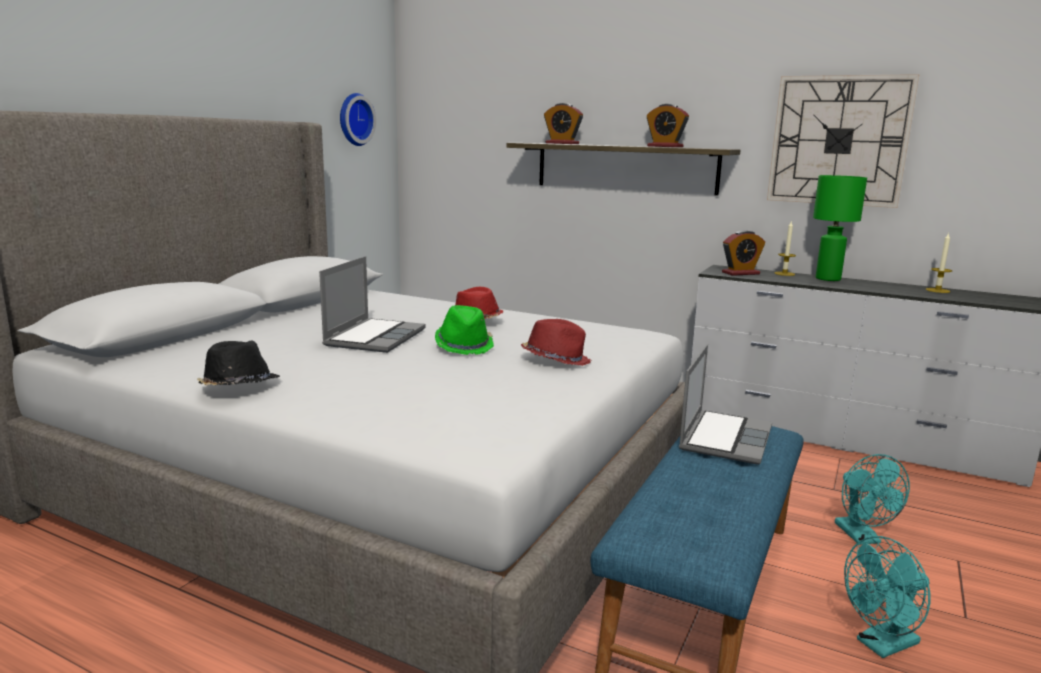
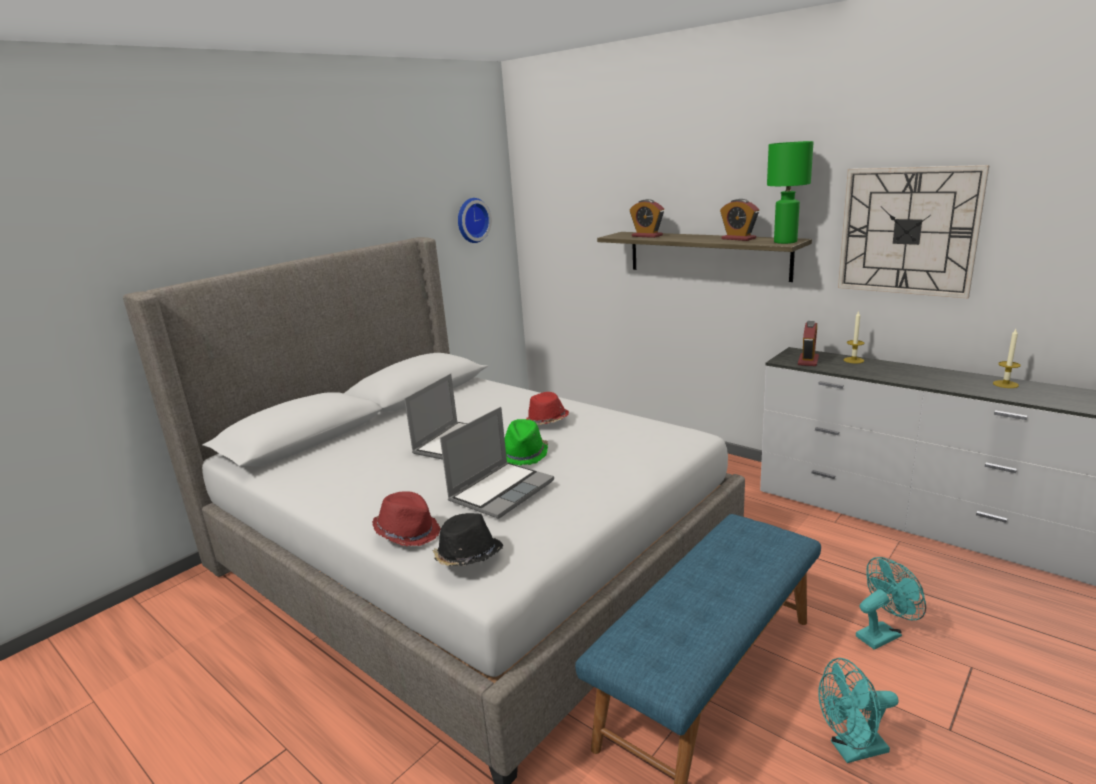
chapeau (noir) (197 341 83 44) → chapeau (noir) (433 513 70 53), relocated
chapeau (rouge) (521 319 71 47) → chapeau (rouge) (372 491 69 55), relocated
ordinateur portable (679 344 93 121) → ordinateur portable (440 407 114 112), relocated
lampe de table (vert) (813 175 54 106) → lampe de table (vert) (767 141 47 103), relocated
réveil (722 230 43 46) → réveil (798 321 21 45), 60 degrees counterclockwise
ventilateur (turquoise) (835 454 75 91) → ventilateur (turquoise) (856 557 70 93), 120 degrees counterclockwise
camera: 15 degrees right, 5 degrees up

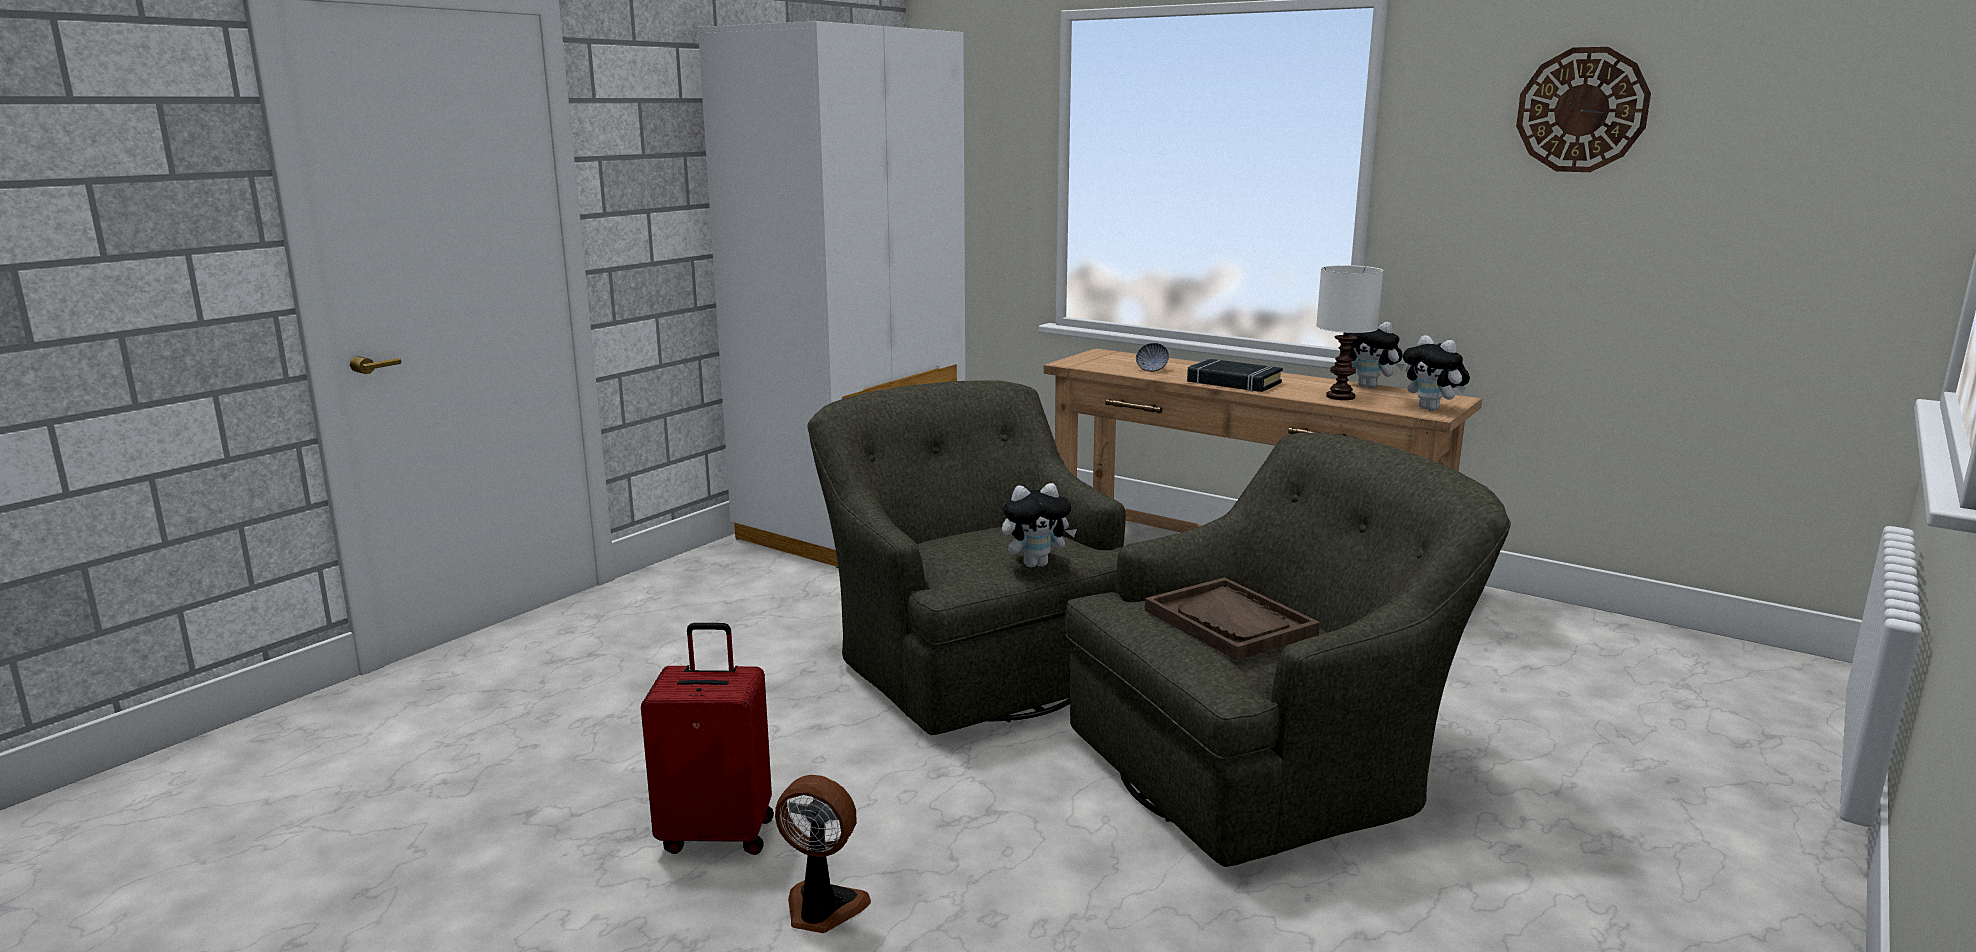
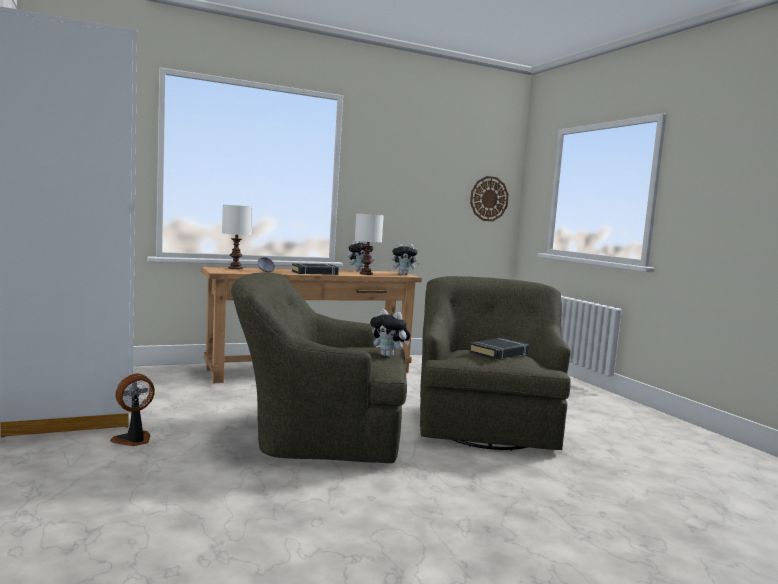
valise (rouge) (641 623 133 232) → -
- → lampe de table (blanc) (222 205 31 64)
ventilateur (775 775 96 158) → ventilateur (110 374 45 72), relocated
horloge murale (1516 47 135 125) → horloge murale (470 176 39 45), relocated
plateau (marron) (1145 577 175 83) → livre (noir) (469 338 60 21)
peluche (1002 483 75 84) → peluche (370 309 40 48), 105 degrees clockwise
camera: 60 degrees left, 10 degrees down

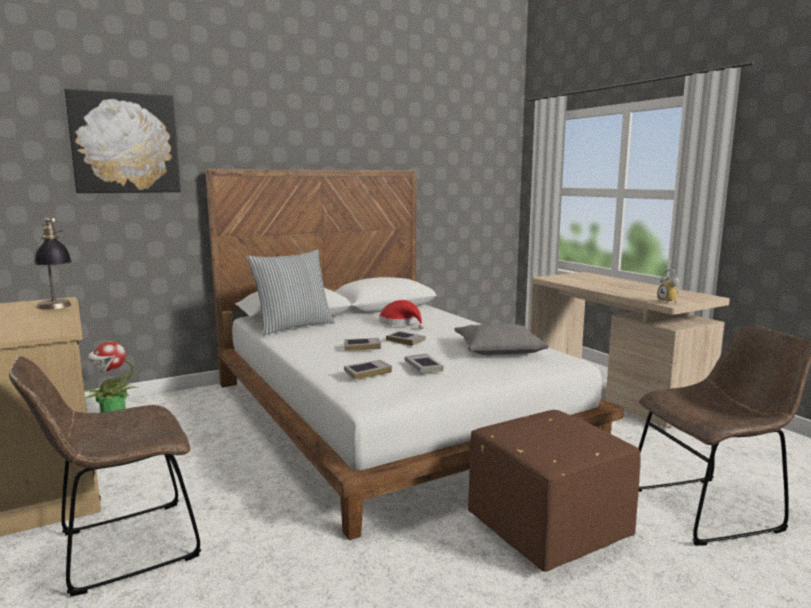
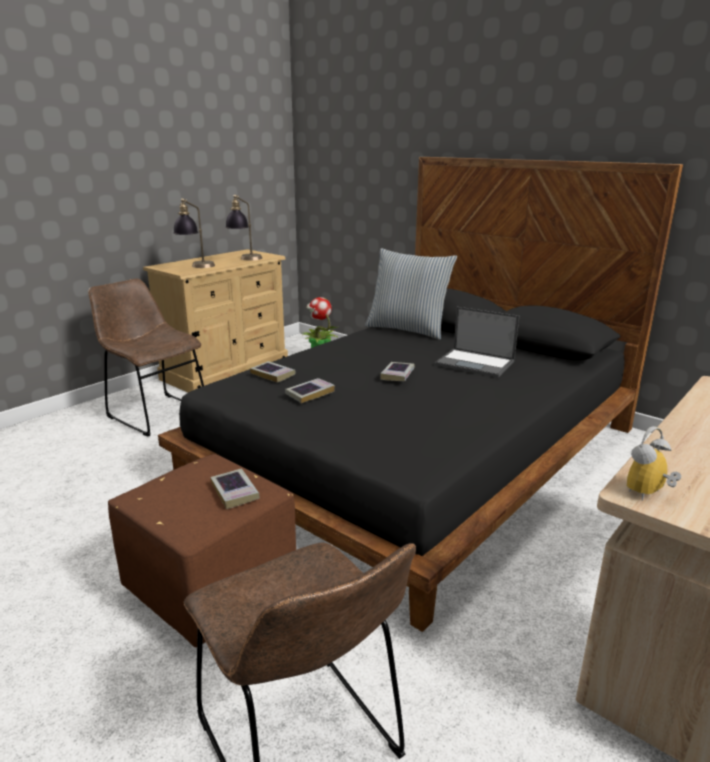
tableau (64 89 117 104) → -
coussin (gris) (455 323 94 32) → -
- → lampe de table (173 198 42 70)
livre (344 338 37 13) → livre (210 469 50 40), relocated
chapeau (rouge) (379 300 45 29) → ordinateur portable (435 307 84 71)
lit (blanc) (205 169 419 371) → lit (noir) (158 157 525 475)
camera: 70 degrees right, 10 degrees up

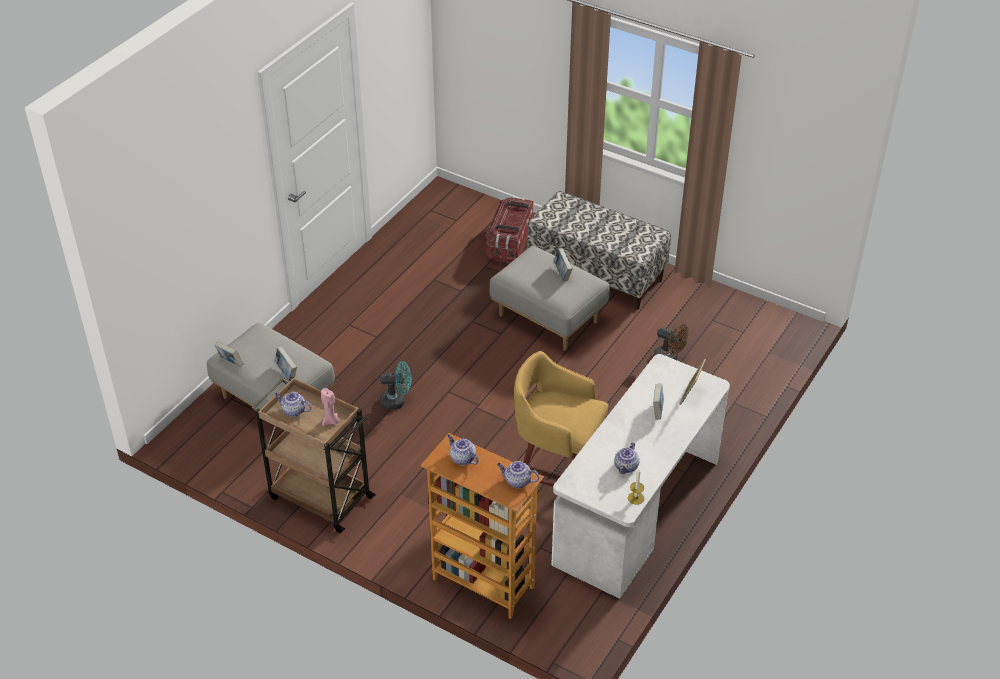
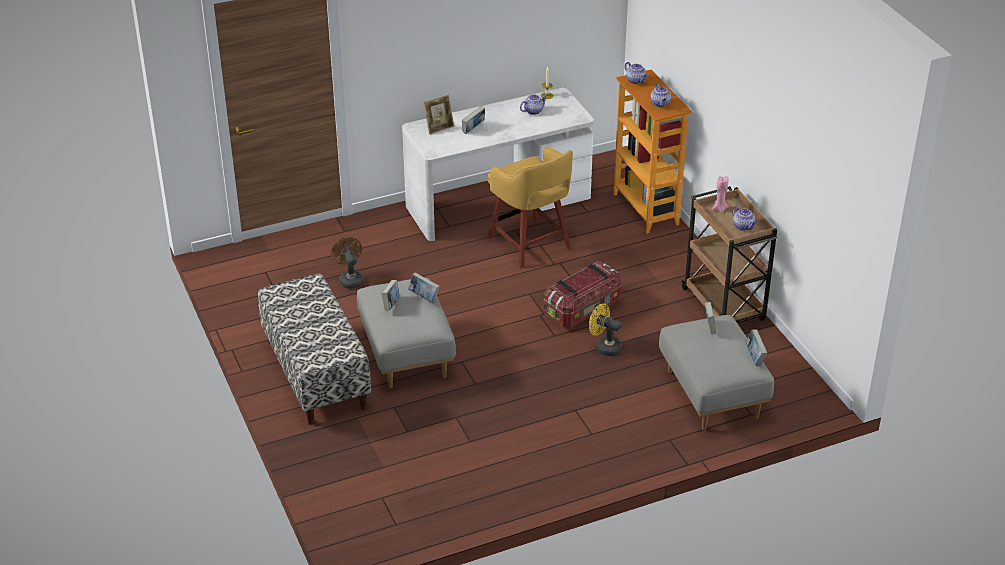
- → livre (408 272 31 31)
boîte de rangement (485 197 48 66) → boîte de rangement (543 260 79 67), relocated
ventilateur (turquoise) (380 361 31 49) → ventilateur (jaune) (589 303 33 53)
camera: 145 degrees left, 5 degrees down

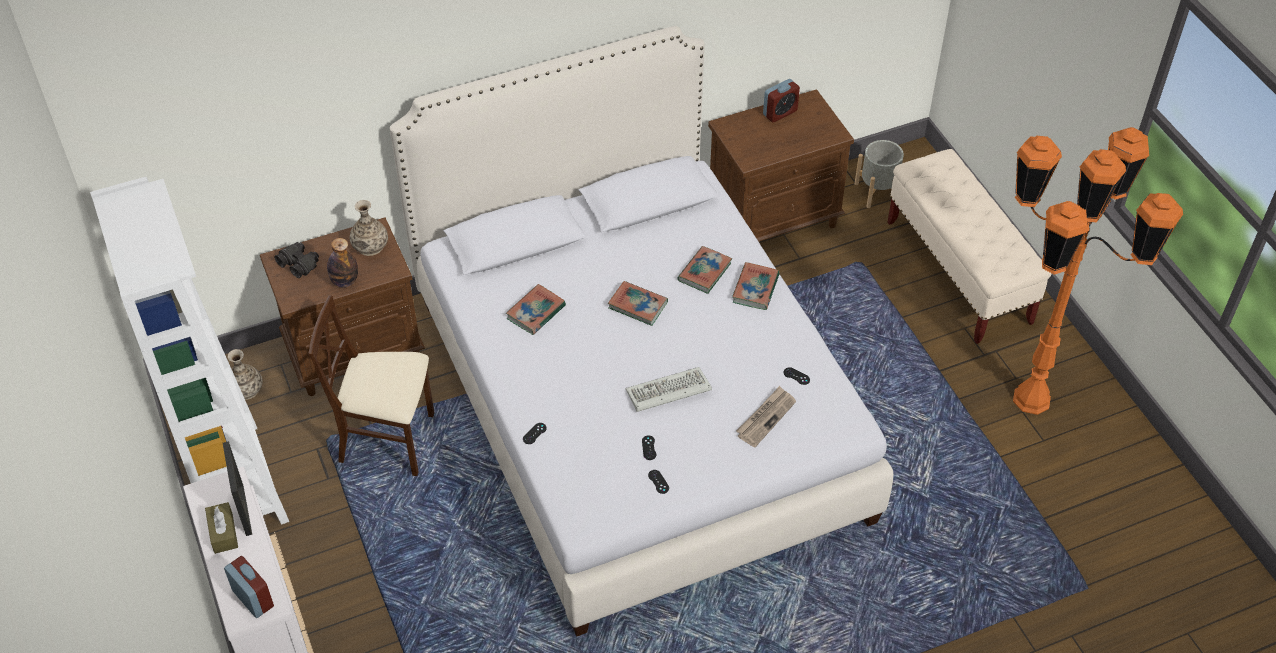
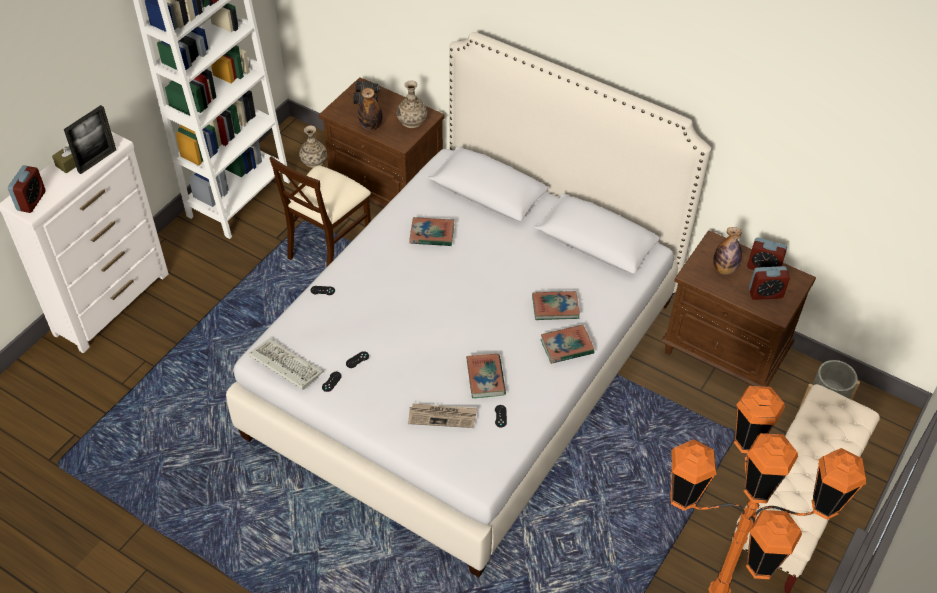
- → bouteille (713 227 29 48)
- → réveil (749 266 41 34)
livre (608 281 60 45) → livre (466 354 40 44), relocated
clavier (626 367 86 45) → clavier (249 338 74 52), relocated
chaise (beige) (309 295 125 181) → chaise (beige) (269 156 102 110), 120 degrees counterclockwise
camera: 55 degrees right, 0 degrees up

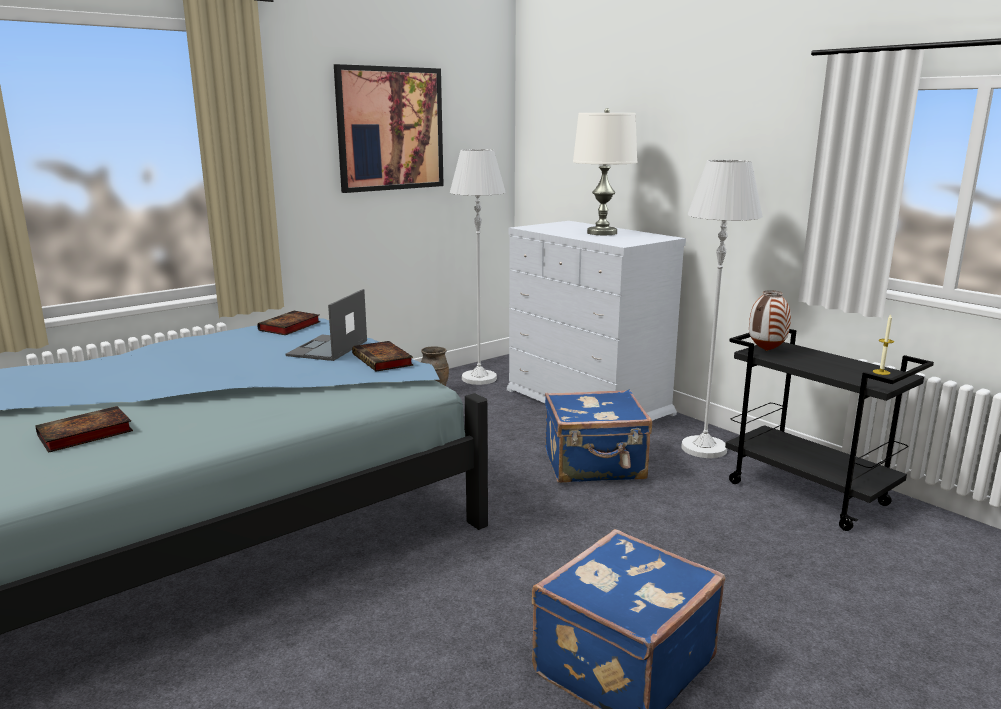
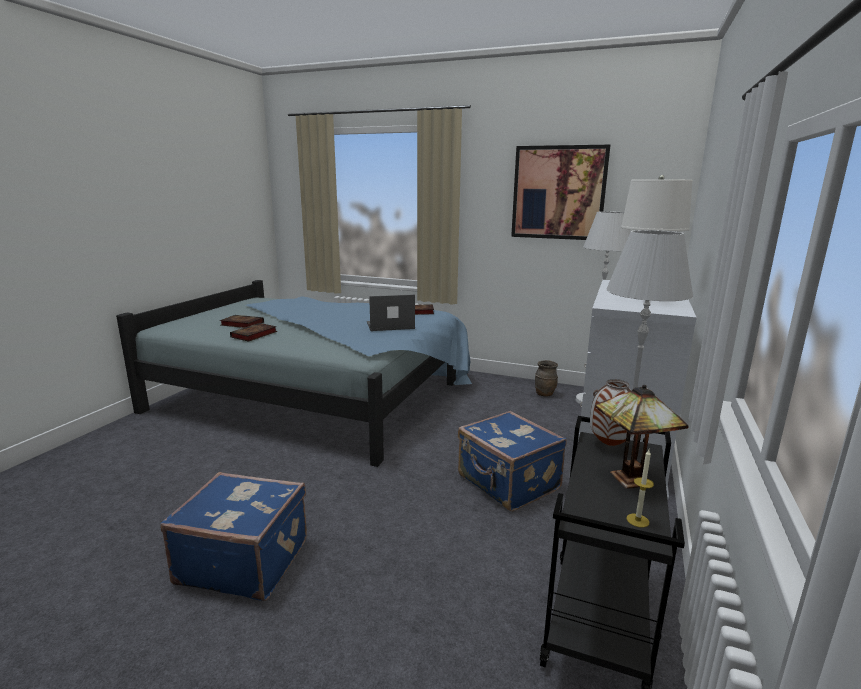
- → lampe de table (595 385 94 104)
livre (352 341 61 31) → livre (230 323 47 19), relocated
camera: 60 degrees right, 0 degrees up

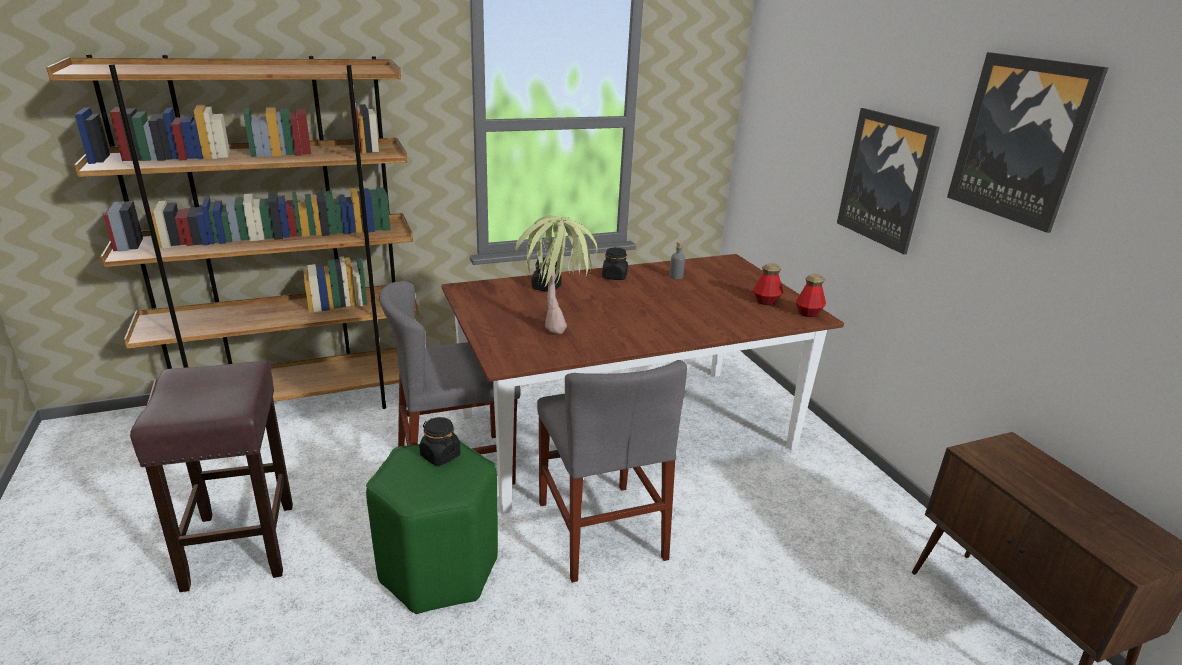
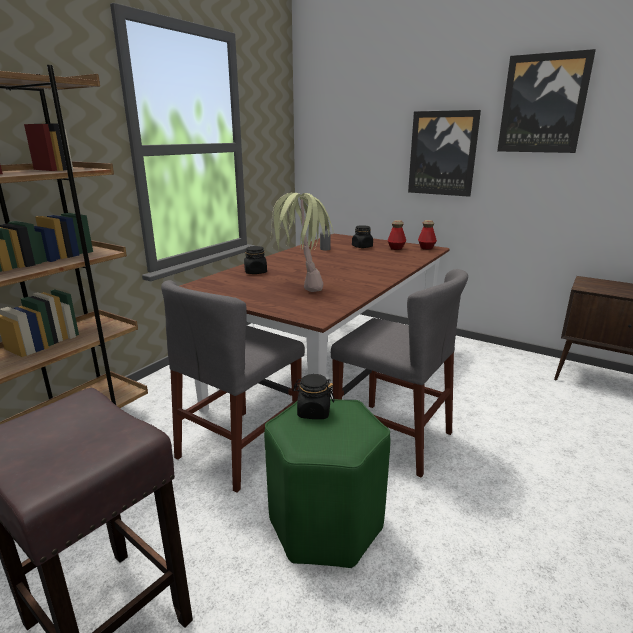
bocal (noir) (602 247 26 33) → bocal (noir) (352 225 21 23), relocated
camera: 35 degrees left, 5 degrees down

